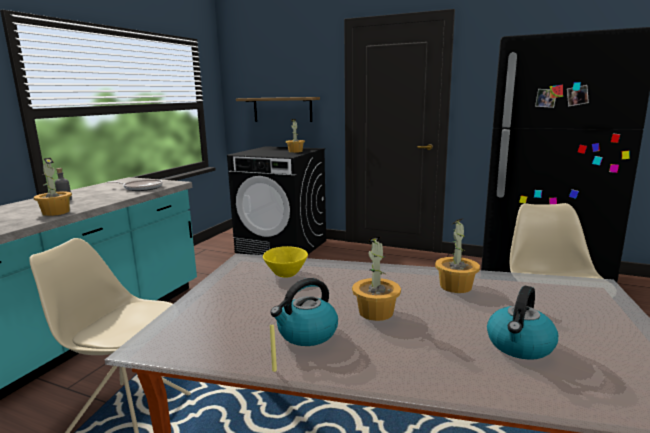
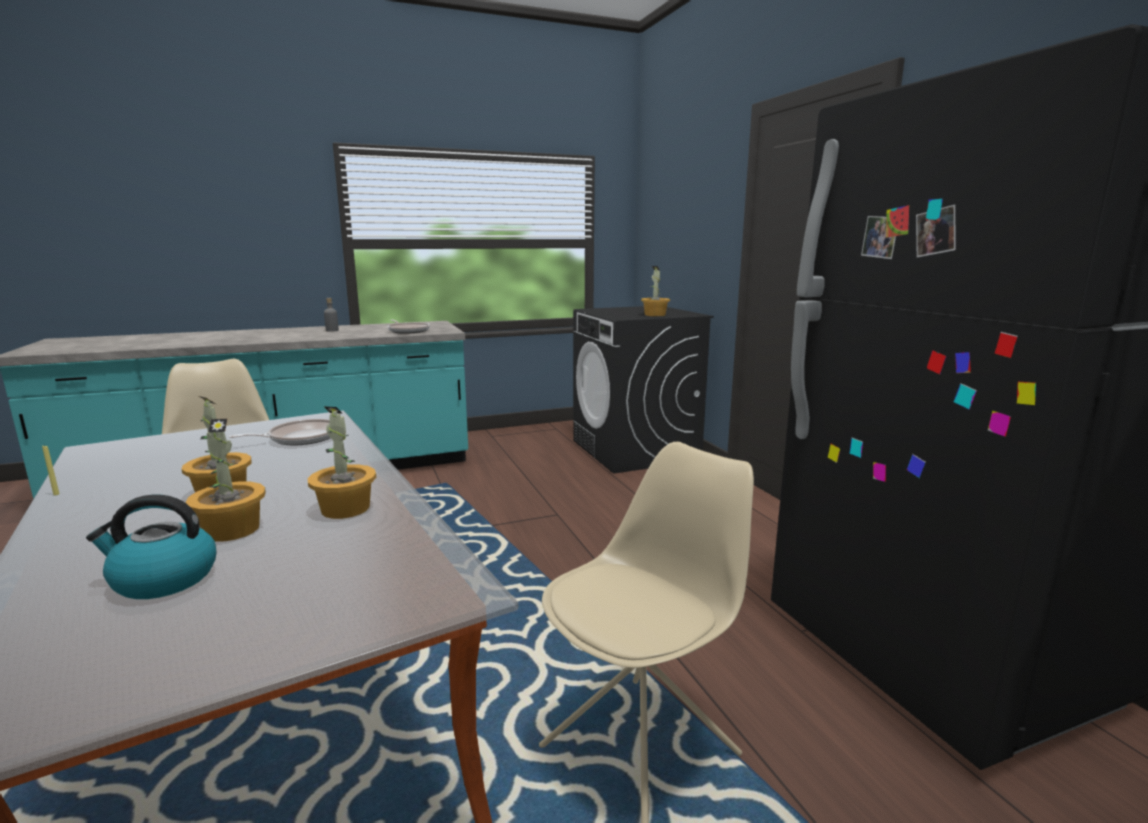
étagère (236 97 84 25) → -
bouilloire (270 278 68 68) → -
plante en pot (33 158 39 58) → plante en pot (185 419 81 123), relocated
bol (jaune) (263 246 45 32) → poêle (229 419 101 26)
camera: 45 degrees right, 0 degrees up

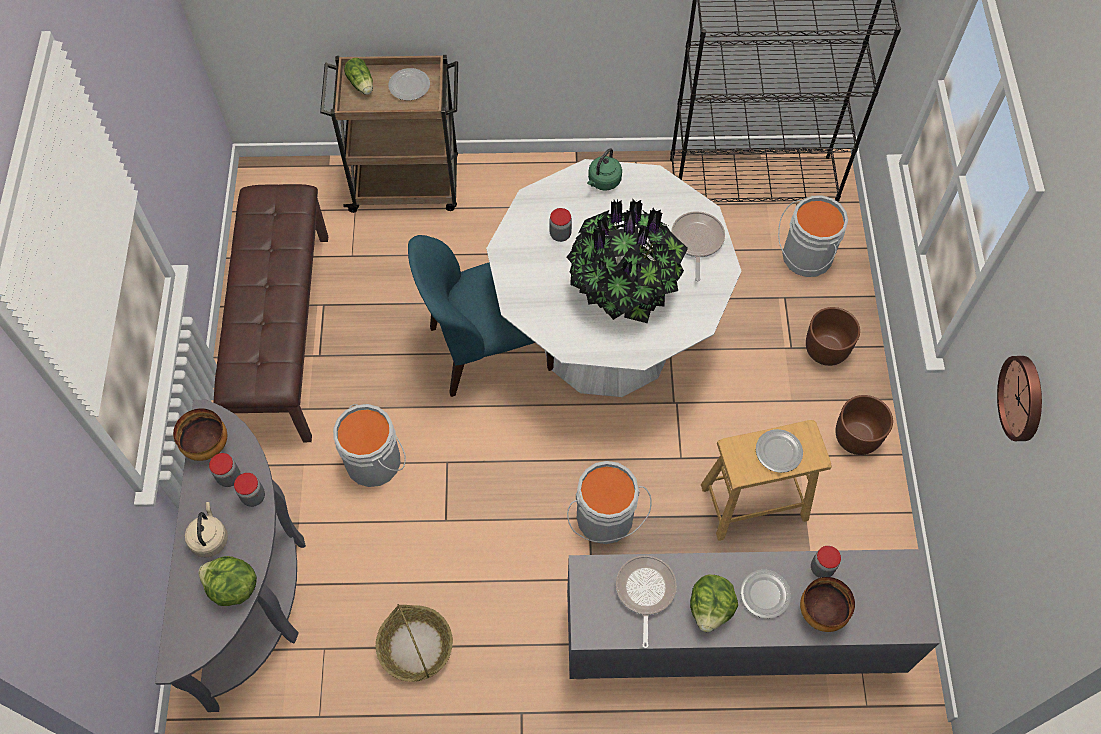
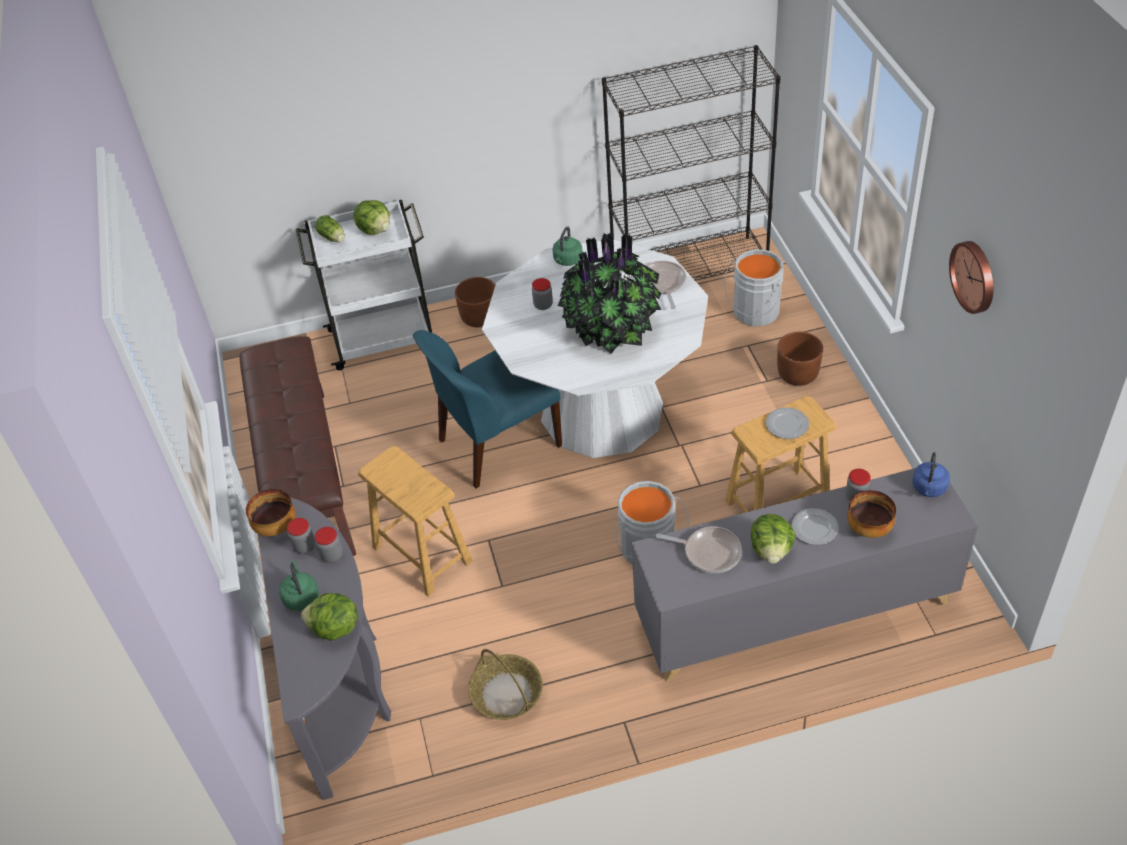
- → bouilloire (bleu) (912 452 38 45)
cache-pot (marron) (835 395 58 60) → cache-pot (marron) (455 277 40 50), relocated
seau (gris) (333 404 73 83) → tabouret (marron) (358 446 115 150)
assiette (388 68 42 33) → laitue (353 200 37 35)
bouilloire (beige) (185 502 43 56) → bouilloire (vert) (279 560 40 51)
chariot (marron) (320 55 138 158) → chariot (blanc) (296 200 136 170)
poêle (616 555 61 93) → poêle (656 526 86 47), 120 degrees clockwise
camera: 10 degrees left, 15 degrees down

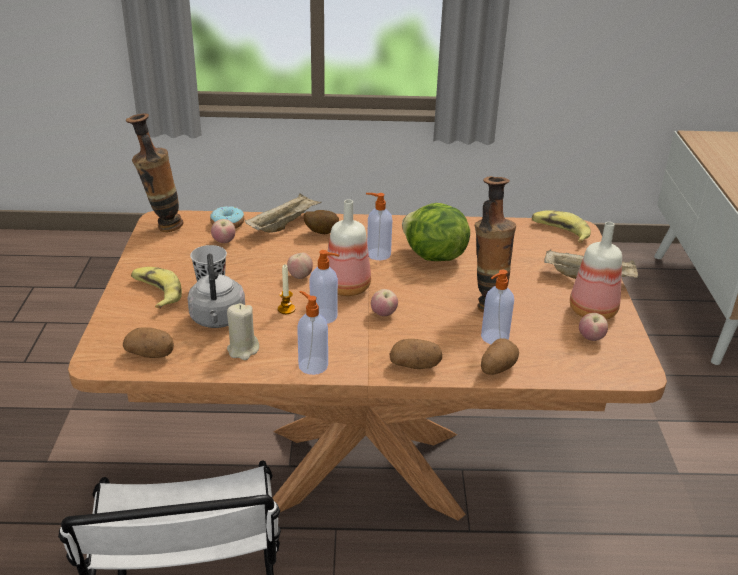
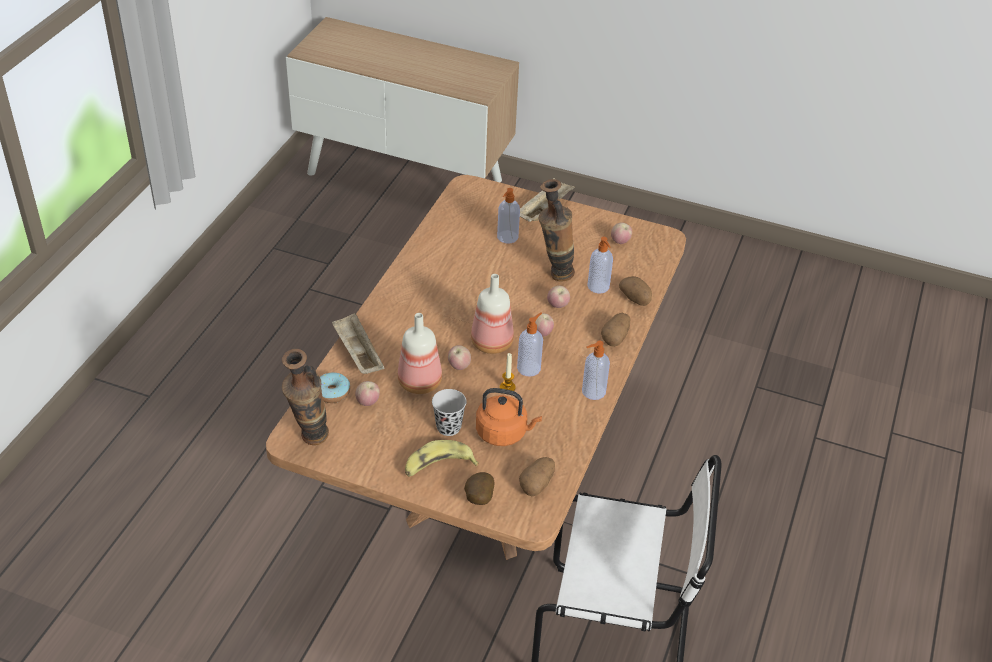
bougie (beige) (227 303 32 57) → -
laitue (402 203 68 58) → -
banane (532 210 59 33) → -
- → pomme (547 285 23 23)
pomme de terre (304 210 35 24) → pomme de terre (464 472 30 33), relocated
distributeur de savon (366 193 26 67) → distributeur de savon (497 188 23 55), relocated
bouteille (570 222 52 98) → bouteille (397 313 45 81), relocated
bouilloire (gris) (187 253 58 75) → bouilloire (orange) (476 388 66 58)
camera: 70 degrees left, 10 degrees up

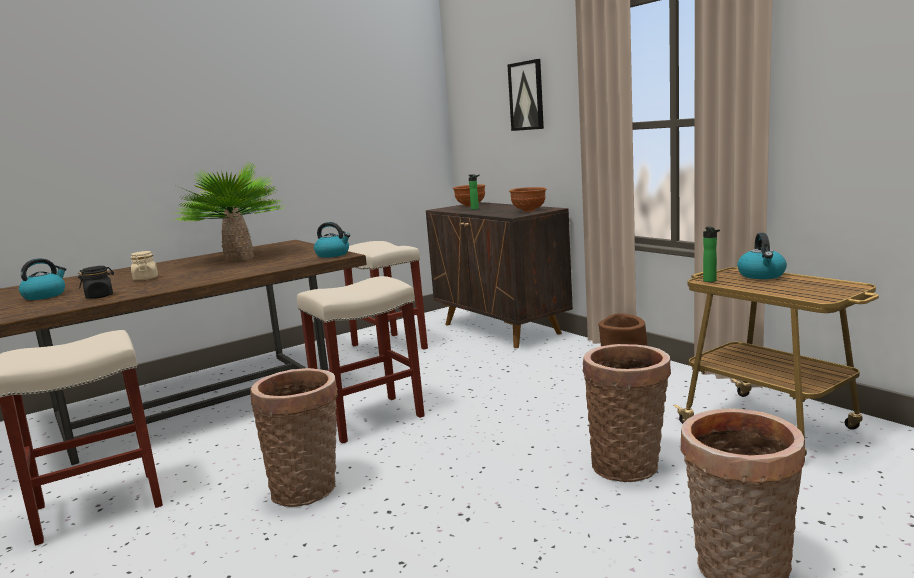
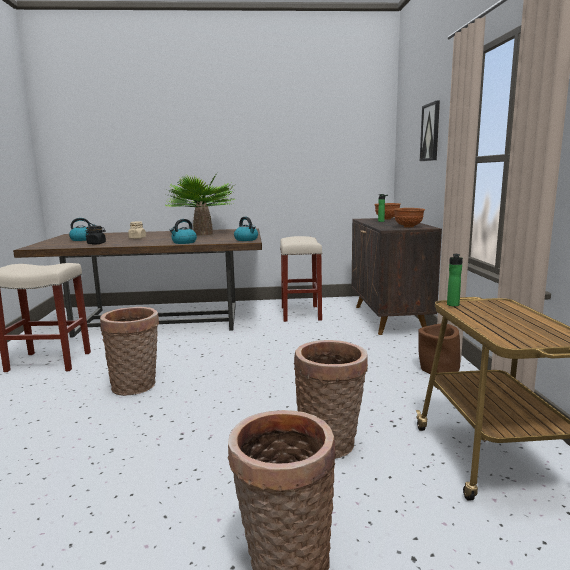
tabouret (beige) (297 276 128 168) → -
bouilloire (737 233 50 46) → bouilloire (170 219 27 25), relocated
camera: 30 degrees right, 0 degrees up

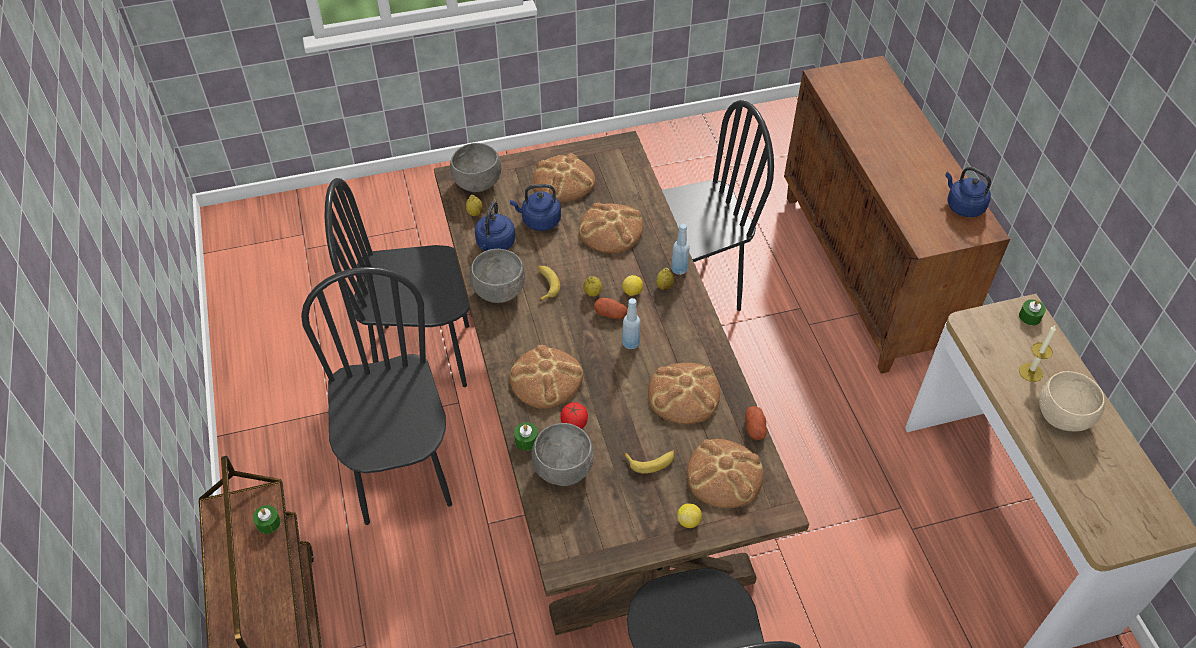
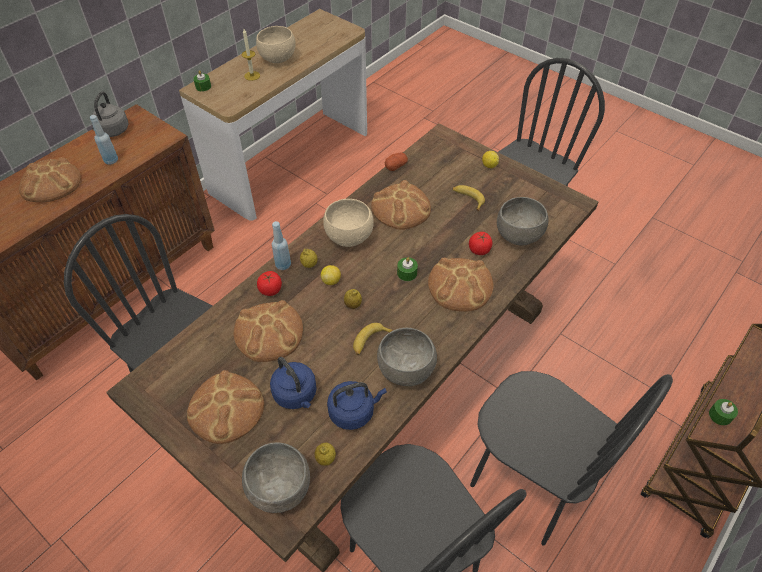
pomme de terre (594 298 33 21) → -
- → tomate (257 271 25 25)
- → bol (beige) (323 199 51 48)
bougie (vert) (514 422 24 29) → bougie (vert) (397 257 21 24), relocated
bouteille (bleu) (622 298 18 51) → bouteille (bleu) (90 115 28 50), relocated
pain (687 439 76 69) → pain (19 157 62 45), relocated
bouilloire (bleu) (945 167 46 50) → bouilloire (gris) (92 91 37 46)
chaise (noir) (301 267 151 258) → chaise (noir) (470 371 203 175), 90 degrees counterclockwise
camera: 125 degrees left, 0 degrees up

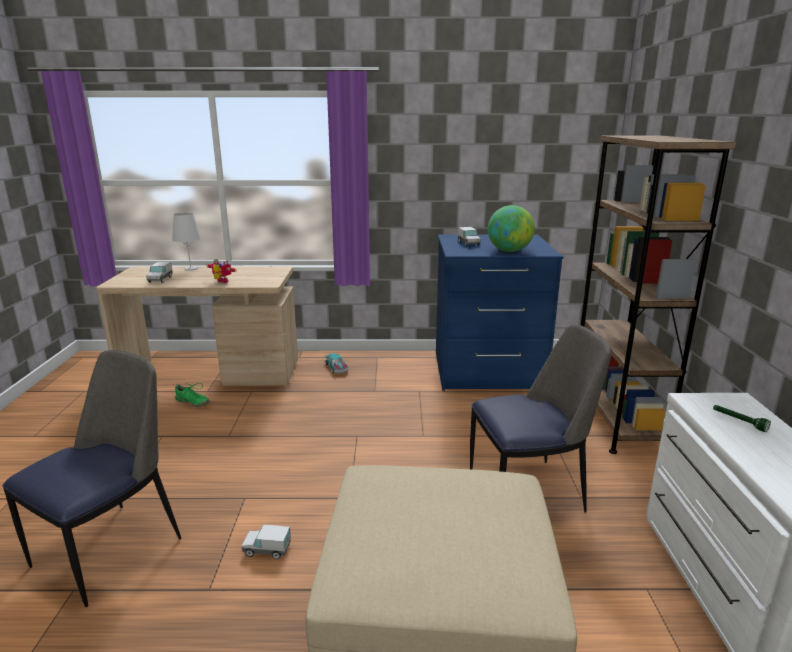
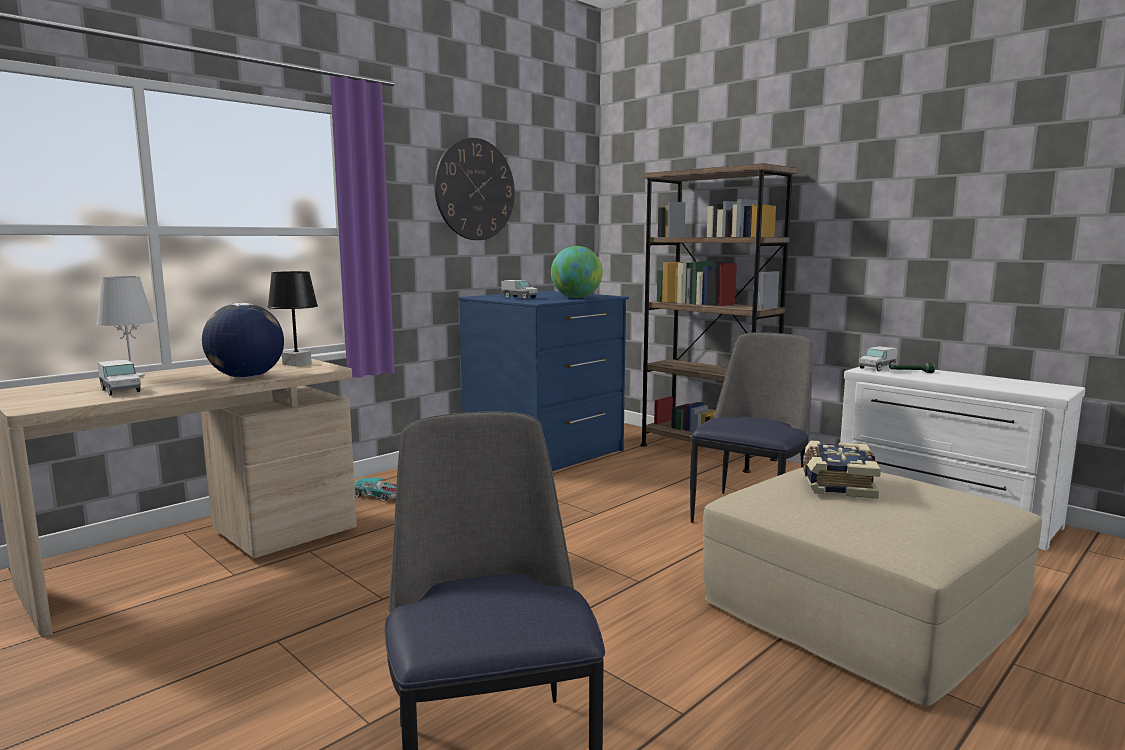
chaussure (vert) (174 383 35 24) → -
- → lampe de table (noir) (267 271 51 95)
- → horloge murale (434 138 81 102)
- → livre (803 440 78 59)
camion jouet (241 525 50 34) → camion jouet (859 346 38 25), relocated
robot jouet (207 259 30 24) → globe (202 303 82 75)
camera: 45 degrees left, 10 degrees down

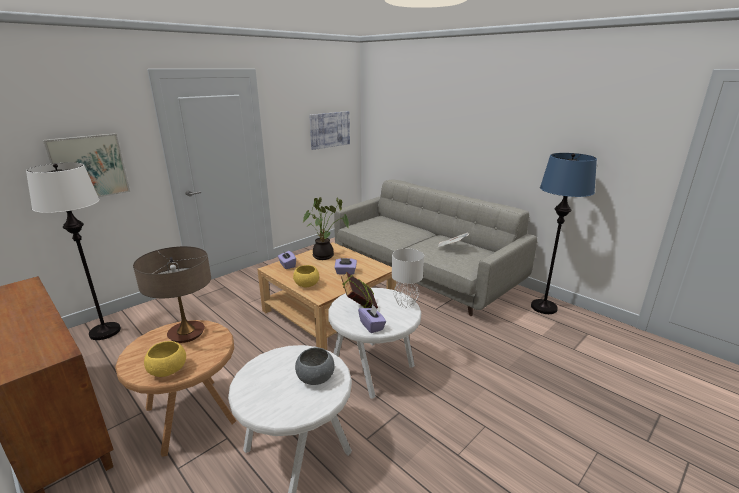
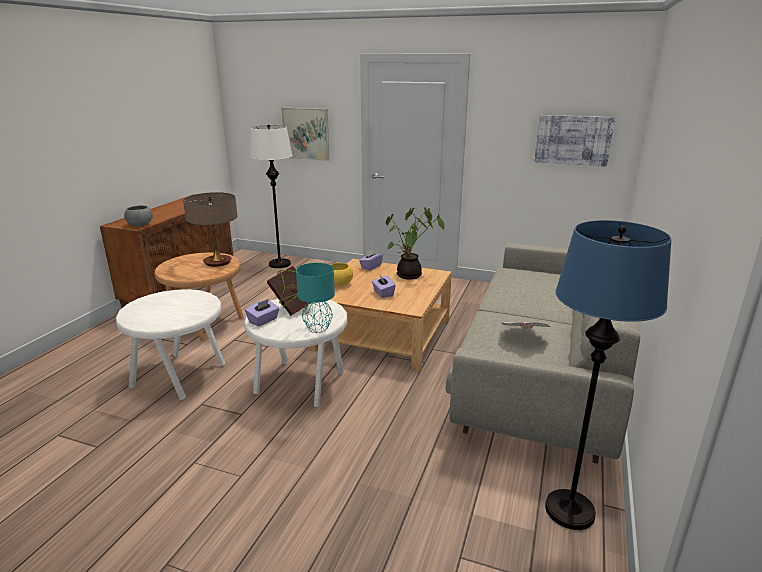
bol (jaune) (144 341 42 36) → -
bol (gris) (295 347 40 38) → bol (gris) (124 205 29 21), relocated
lampe de table (blanc) (392 249 32 59) → lampe de table (turquoise) (296 263 39 70)
camera: 65 degrees right, 0 degrees up

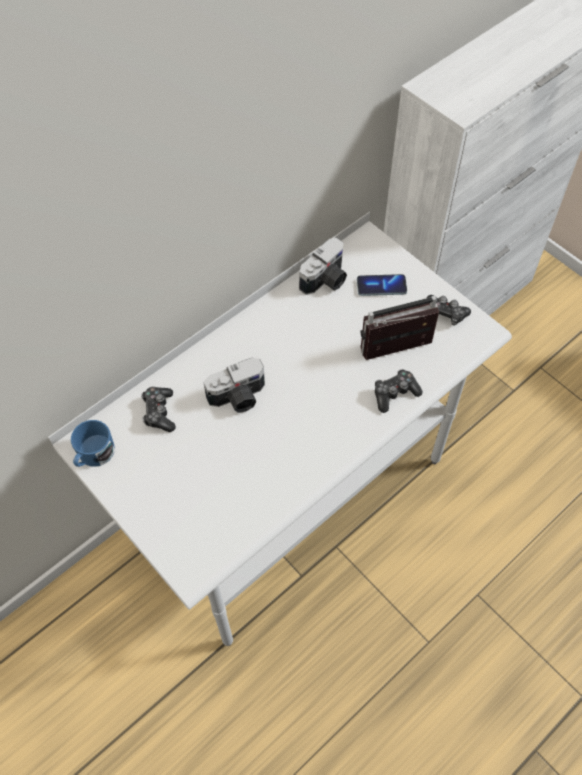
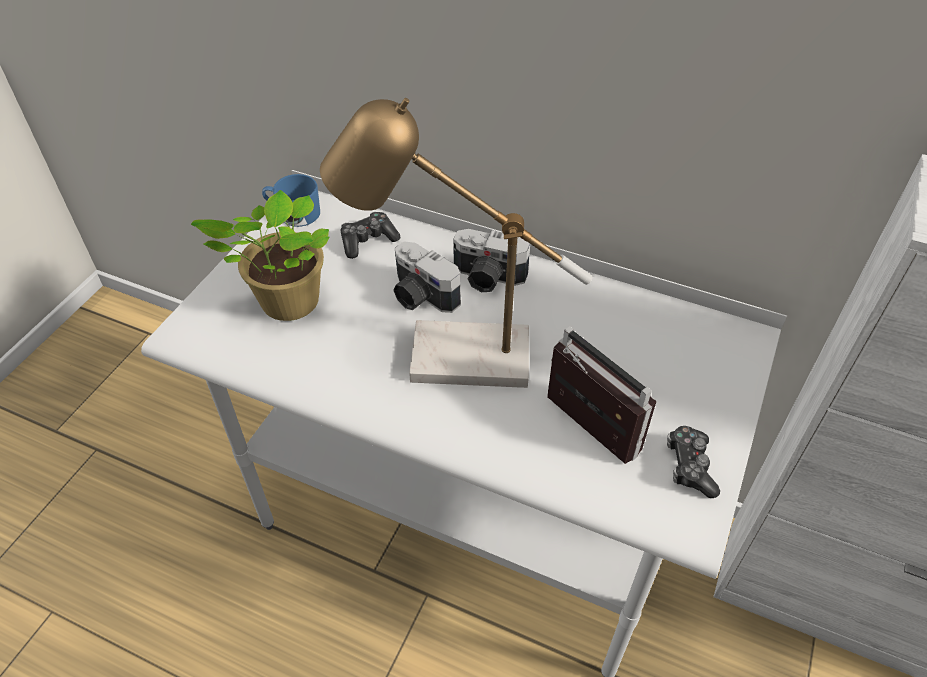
téléphone (357 274 50 22) → -
manette (375 369 47 44) → -
- → plante en pot (191 190 138 131)
- → lampe de table (320 98 272 290)
appareil photo (299 238 48 57) → appareil photo (453 229 77 63), relocated
camera: 65 degrees right, 10 degrees down

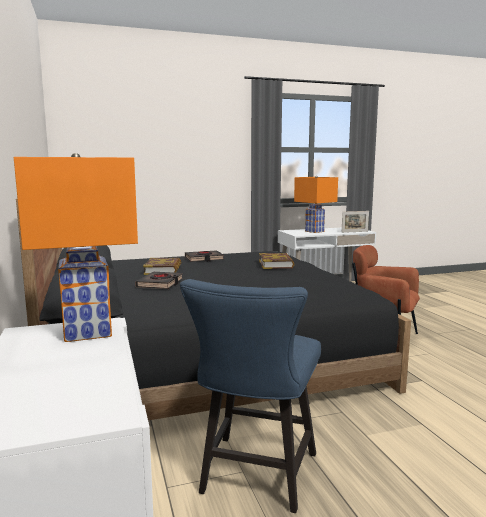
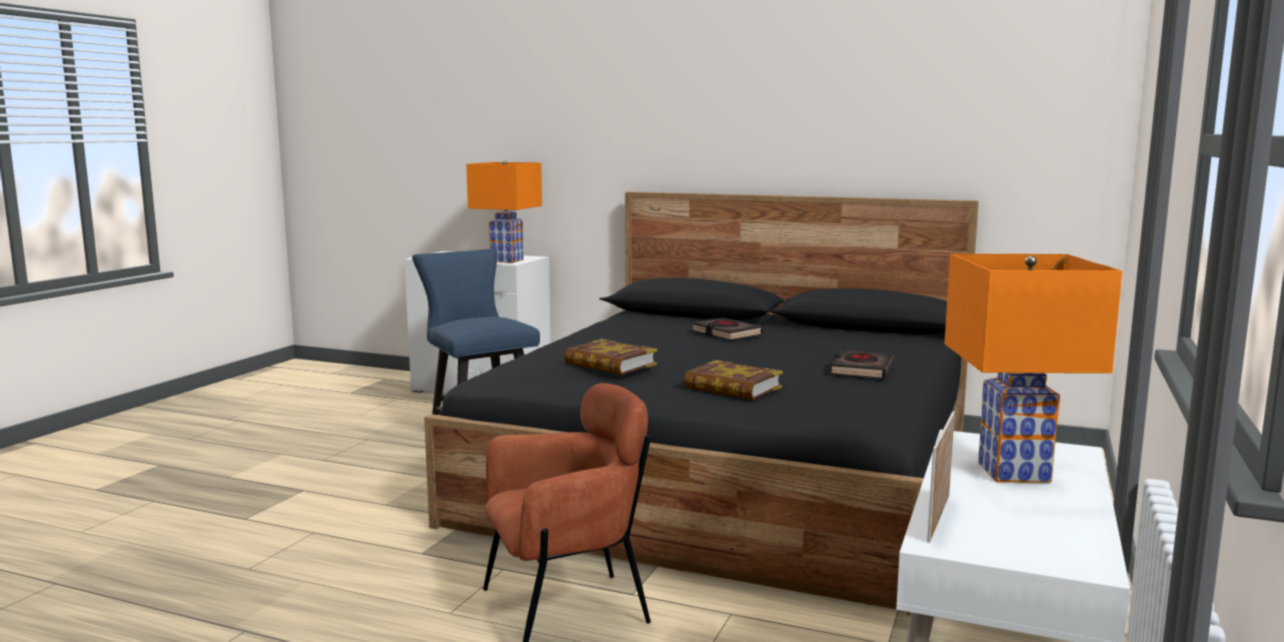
livre (143 258 38 17) → livre (564 339 93 36), relocated
camera: 130 degrees right, 0 degrees up

